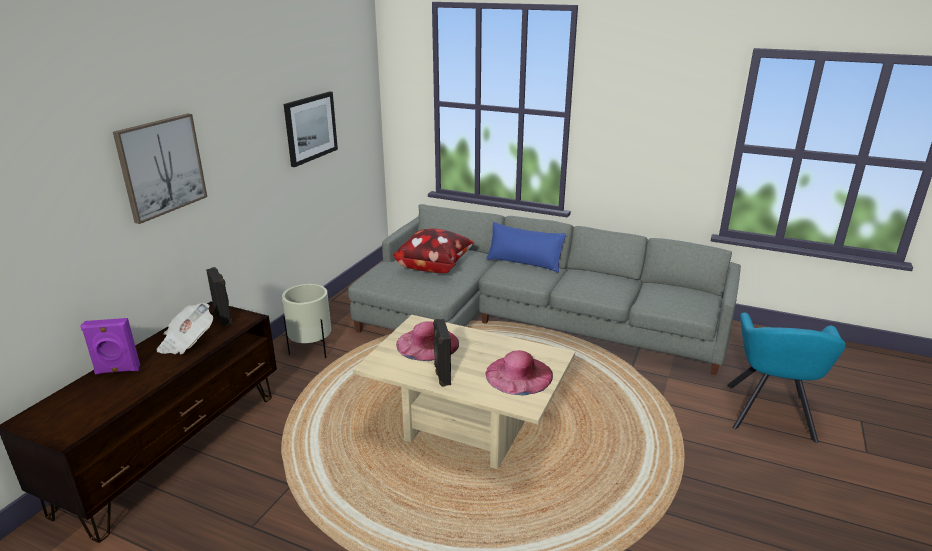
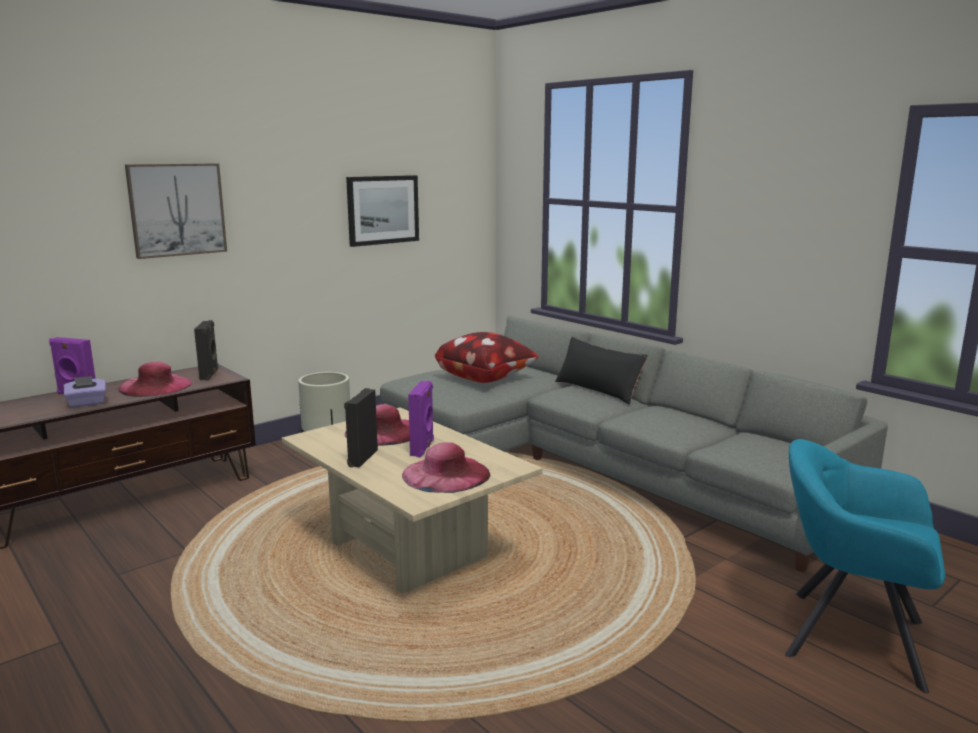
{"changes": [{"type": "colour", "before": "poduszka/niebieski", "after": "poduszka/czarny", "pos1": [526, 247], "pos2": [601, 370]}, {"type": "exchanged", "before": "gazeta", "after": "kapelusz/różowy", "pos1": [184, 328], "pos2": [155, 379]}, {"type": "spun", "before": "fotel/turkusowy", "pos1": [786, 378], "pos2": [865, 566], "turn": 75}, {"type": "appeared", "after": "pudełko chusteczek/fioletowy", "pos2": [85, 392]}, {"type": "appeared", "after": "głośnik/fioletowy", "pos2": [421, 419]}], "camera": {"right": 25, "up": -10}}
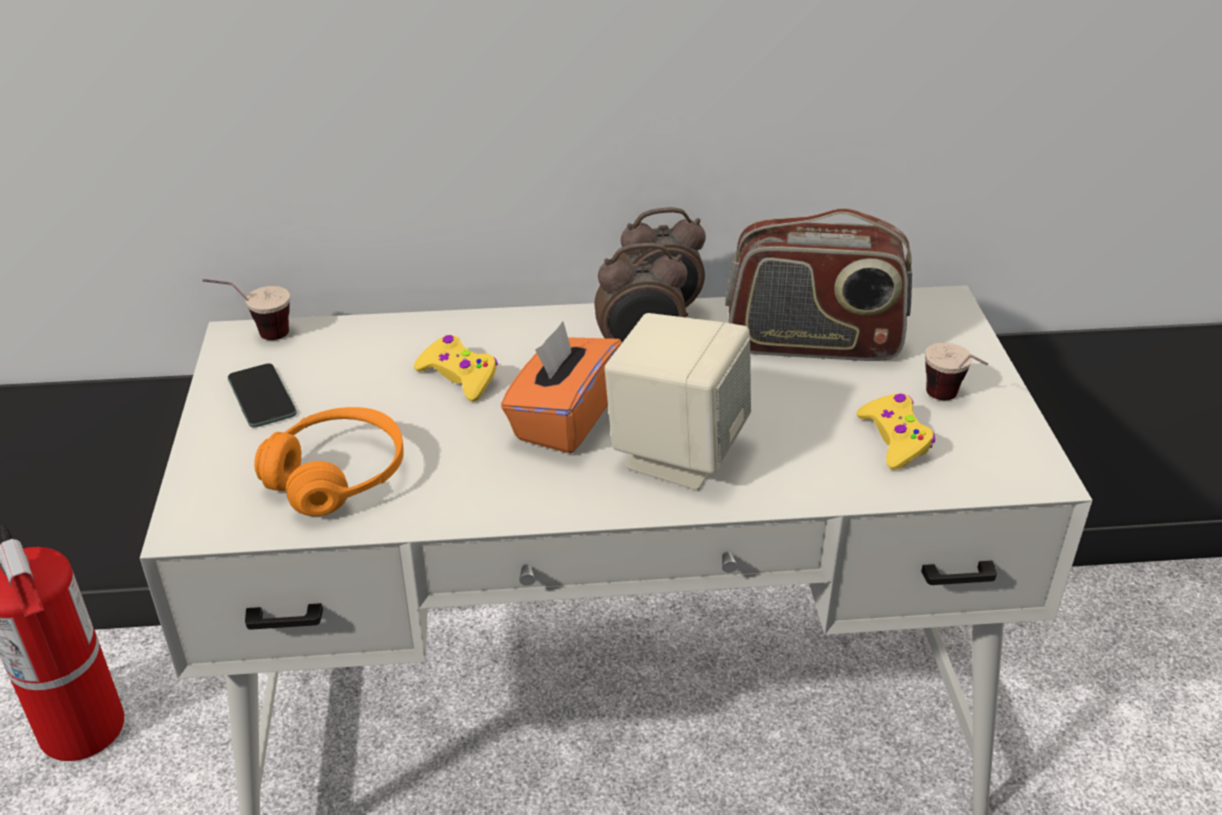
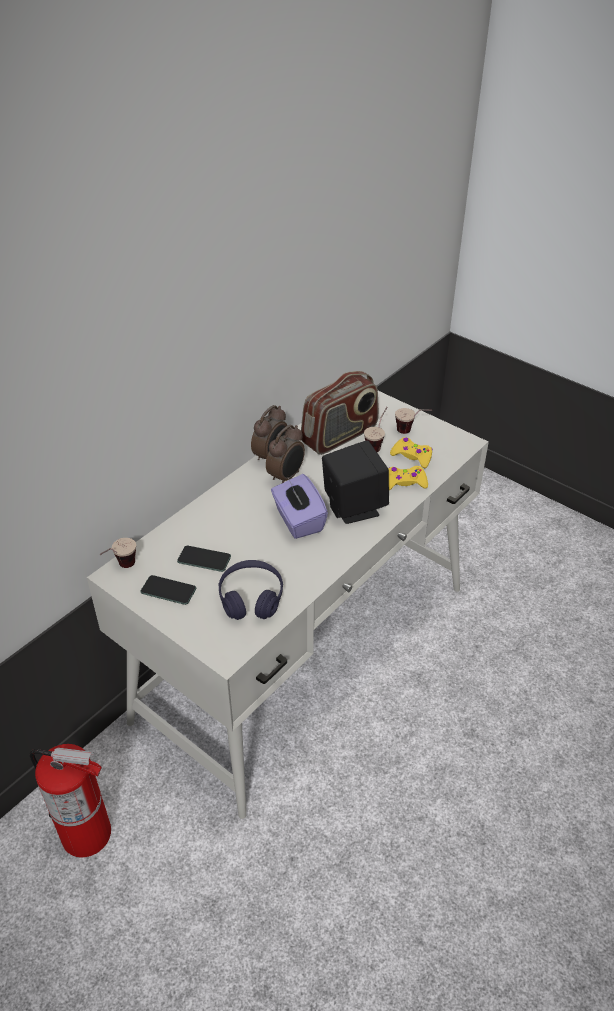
{"changes": [{"type": "colour", "before": "głośnik/beżowy", "after": "głośnik/czarny", "pos1": [677, 401], "pos2": [355, 482]}, {"type": "colour", "before": "pudełko chusteczek/pomarańczowy", "after": "pudełko chusteczek/fioletowy", "pos1": [561, 387], "pos2": [299, 506]}, {"type": "relocated", "before": "pad do gier/żółty", "pos1": [456, 368], "pos2": [408, 478]}, {"type": "colour", "before": "słuchawki/pomarańczowy", "after": "słuchawki/fioletowy", "pos1": [329, 461], "pos2": [251, 590]}, {"type": "appeared", "after": "filiżanka", "pos2": [376, 429]}, {"type": "appeared", "after": "telefon", "pos2": [204, 559]}], "camera": {"right": -45, "up": 5}}
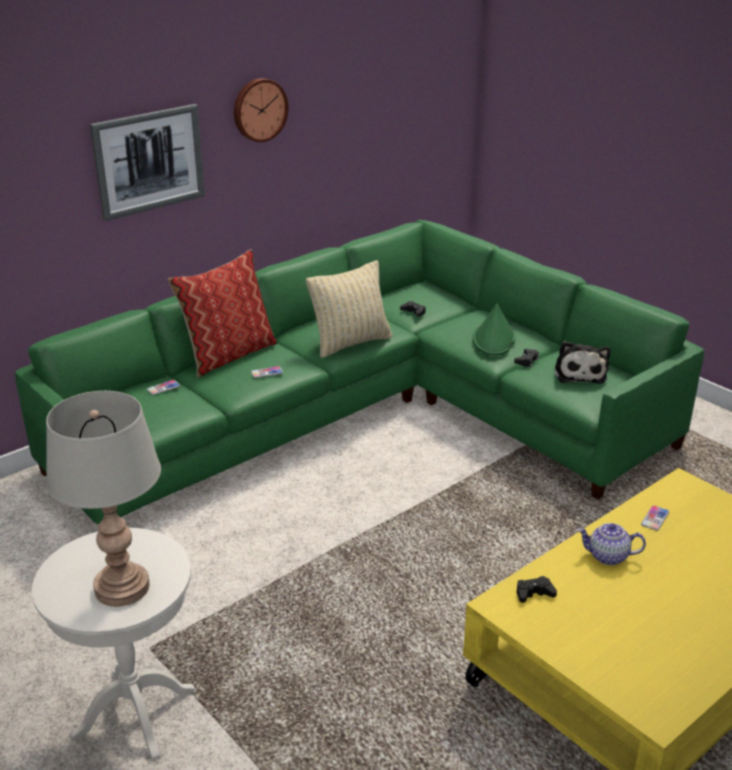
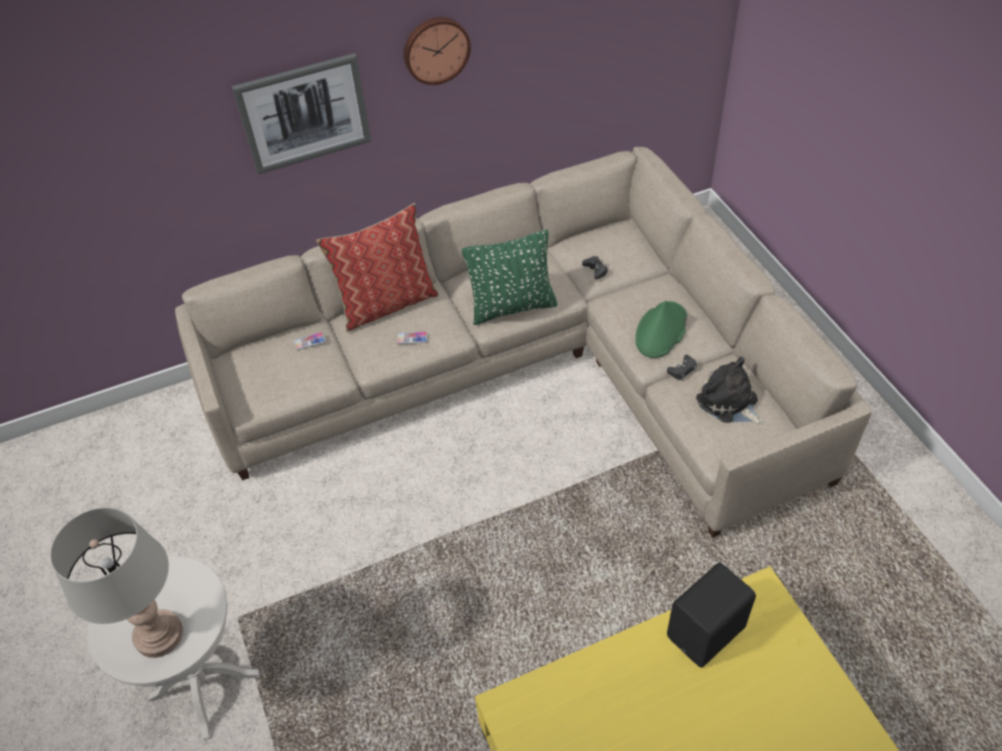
{"changes": [{"type": "colour", "before": "kanapa/zielony", "after": "kanapa/beżowy", "pos1": [359, 372], "pos2": [523, 342]}, {"type": "colour", "before": "poduszka/beżowy", "after": "poduszka/zielony", "pos1": [349, 309], "pos2": [509, 277]}, {"type": "spun", "before": "pluszak", "pos1": [582, 362], "pos2": [730, 391], "turn": 120}, {"type": "exchanged", "before": "telefon", "after": "głośnik/czarny", "pos1": [655, 518], "pos2": [711, 614]}, {"type": "missing", "before": "imbryk", "pos1": [611, 544]}, {"type": "missing", "before": "pad do gier/czarny", "pos1": [537, 589]}], "camera": {"right": 20, "up": 20}}
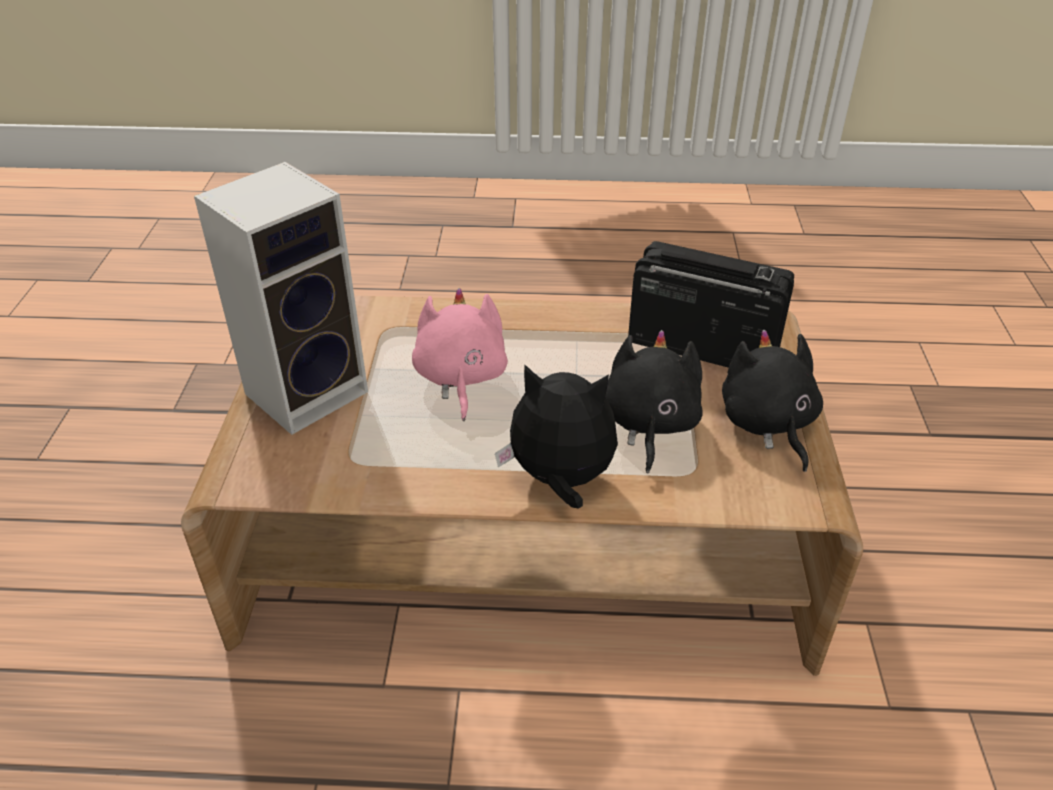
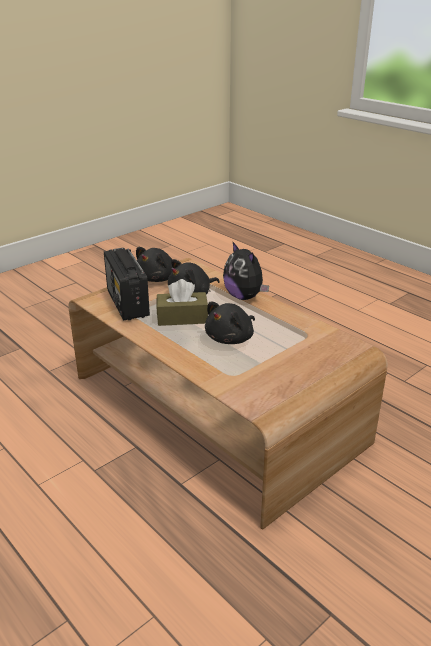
{"changes": [{"type": "missing", "before": "głośnik", "pos1": [281, 298]}, {"type": "colour", "before": "pluszak/różowy", "after": "pluszak/czarny", "pos1": [460, 354], "pos2": [230, 323]}, {"type": "appeared", "after": "pudełko chusteczek/brązowy", "pos2": [182, 302]}], "camera": {"right": -135, "up": -10}}
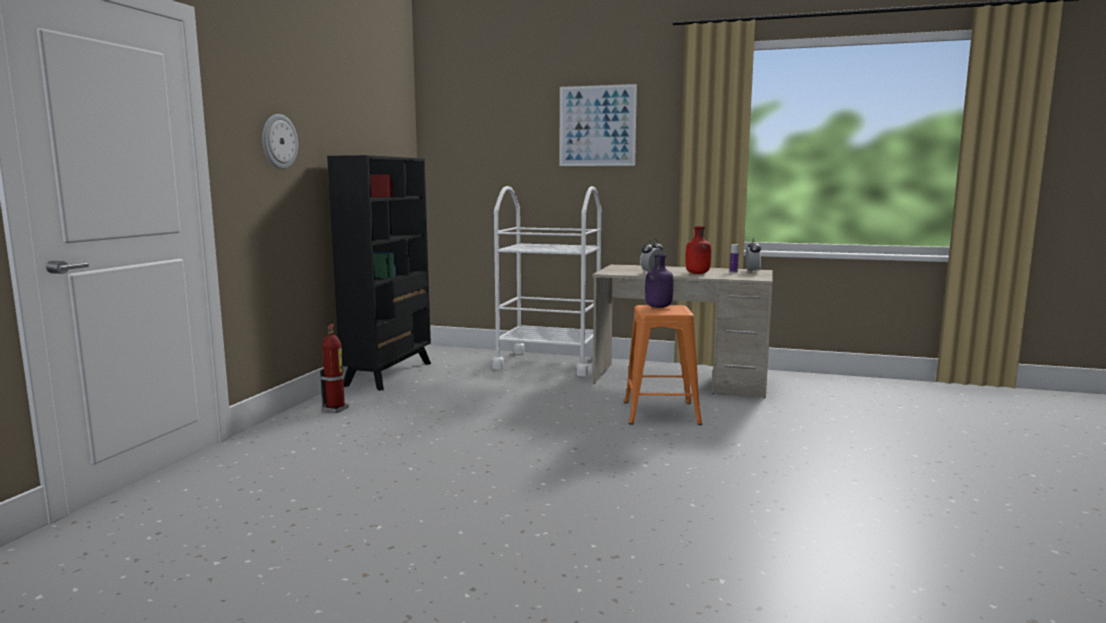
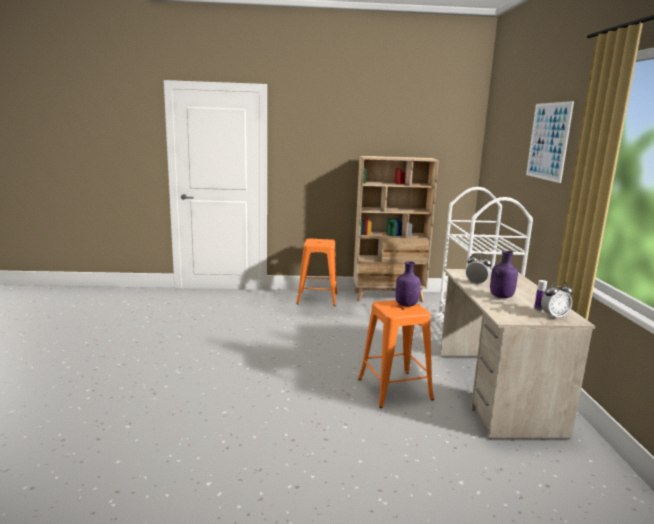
{"changes": [{"type": "missing", "before": "zegar ścienny", "pos1": [280, 141]}, {"type": "colour", "before": "regał/czarny", "after": "regał/beżowy", "pos1": [379, 273], "pos2": [396, 229]}, {"type": "colour", "before": "butelka/czerwony", "after": "butelka/fioletowy", "pos1": [698, 250], "pos2": [504, 274]}, {"type": "exchanged", "before": "gaśnica", "after": "stołek/pomarańczowy", "pos1": [334, 368], "pos2": [317, 272]}], "camera": {"right": 70, "up": 5}}
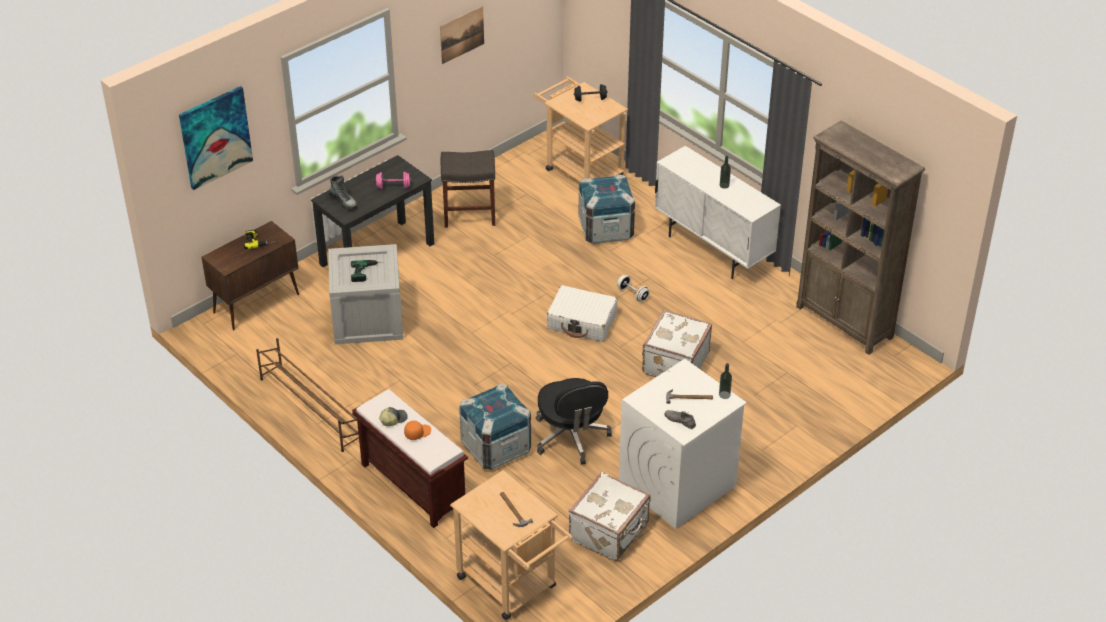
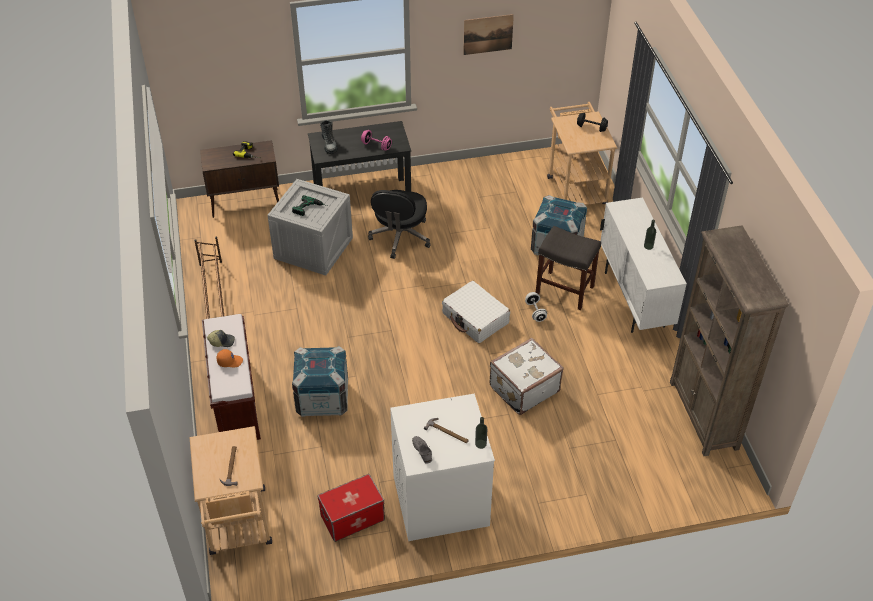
{"changes": [{"type": "missing", "before": "obraz", "pos1": [216, 138]}, {"type": "relocated", "before": "stołek/szary", "pos1": [468, 188], "pos2": [568, 268]}, {"type": "relocated", "before": "krzesło biurowe/czarny", "pos1": [574, 421], "pos2": [399, 224]}, {"type": "exchanged", "before": "walizka/biały", "after": "pojemnik do przechowywania", "pos1": [610, 516], "pos2": [351, 508]}], "camera": {"right": 30, "up": 5}}
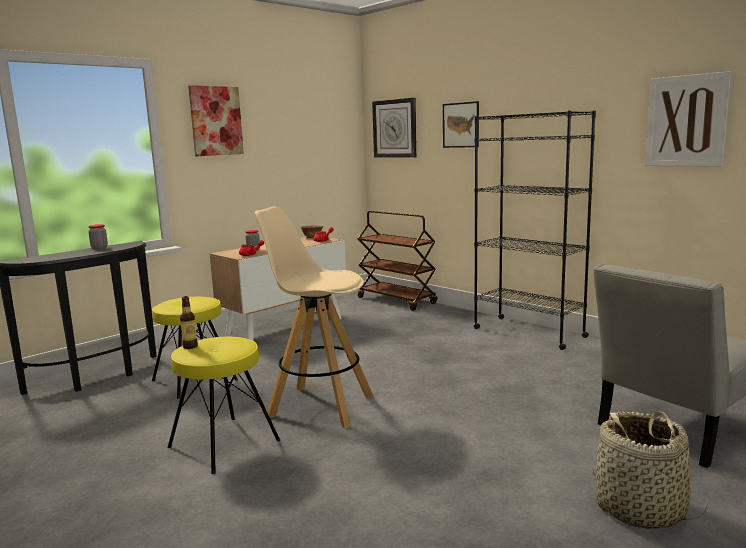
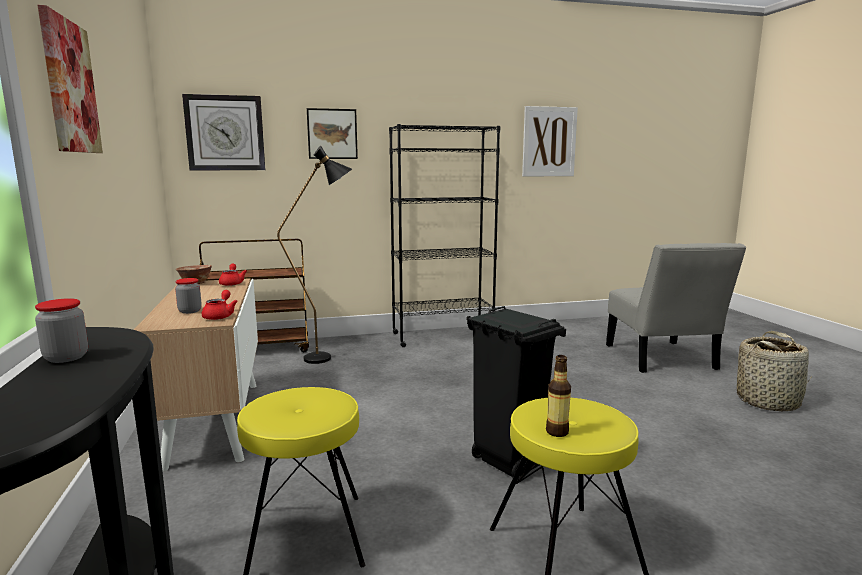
{"changes": [{"type": "exchanged", "before": "stołek/beżowy", "after": "kosz na śmieci/czarny", "pos1": [314, 317], "pos2": [516, 393]}, {"type": "appeared", "after": "lampa stojąca/czarny", "pos2": [314, 255]}], "camera": {"right": -60, "up": 0}}
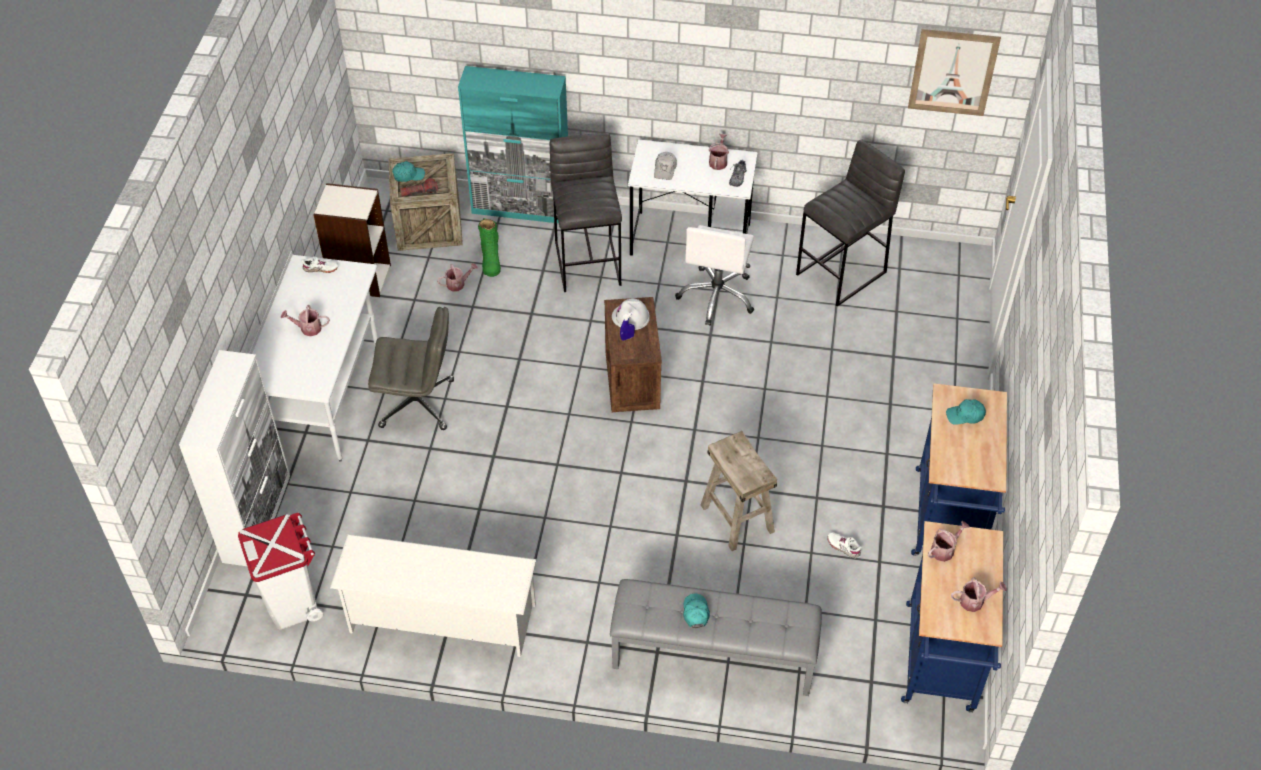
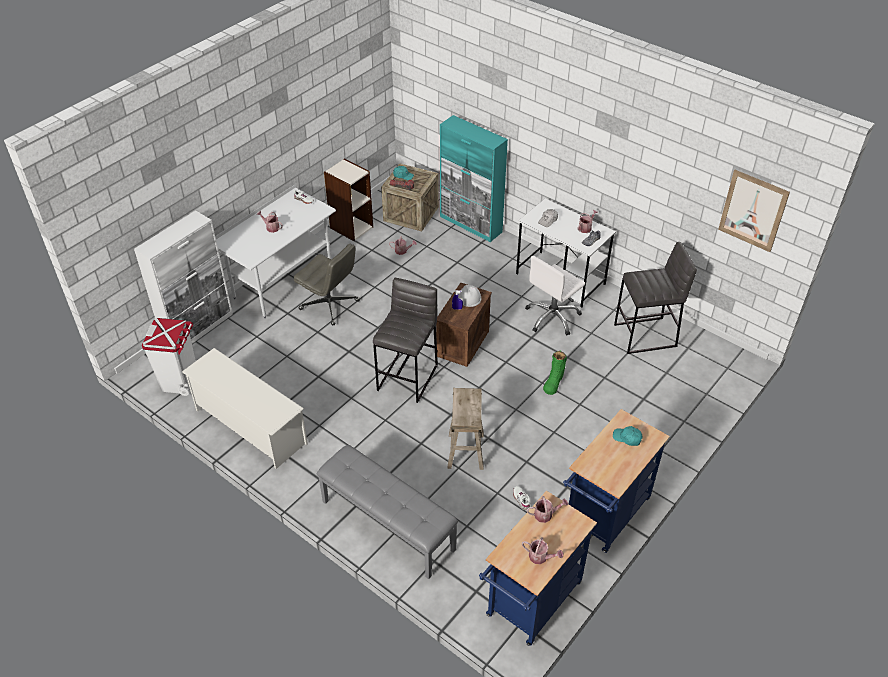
{"changes": [{"type": "relocated", "before": "stołek/szary", "pos1": [586, 212], "pos2": [405, 340]}, {"type": "relocated", "before": "but z cholewką/zielony", "pos1": [489, 247], "pos2": [555, 372]}, {"type": "missing", "before": "czapka z daszkiem/turkusowy", "pos1": [696, 611]}], "camera": {"right": 30, "up": -5}}
